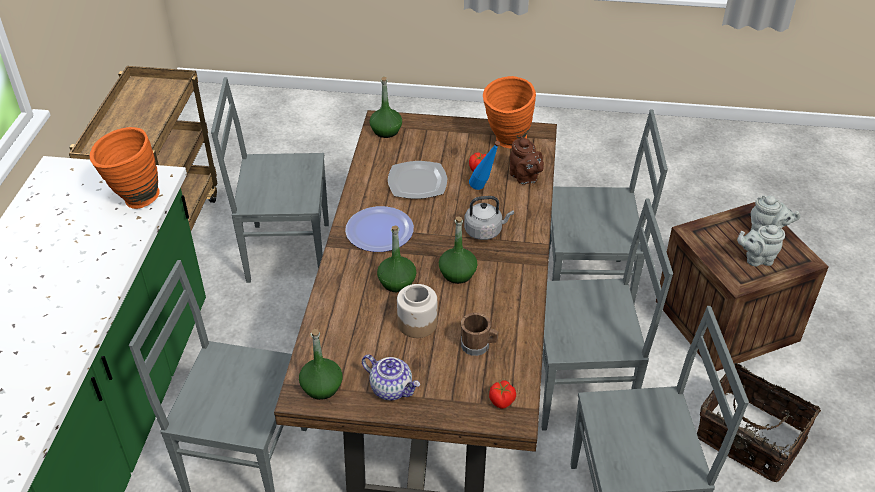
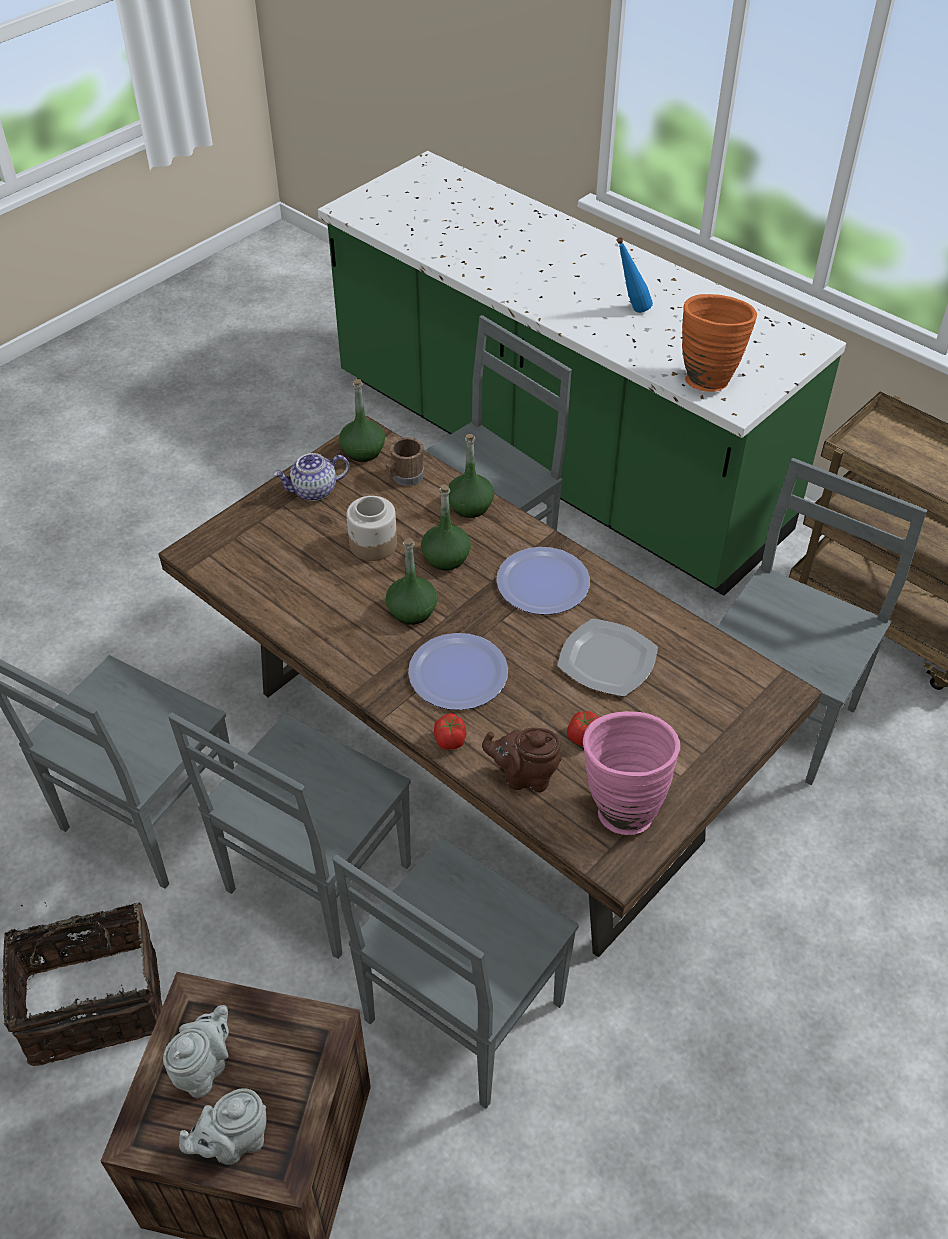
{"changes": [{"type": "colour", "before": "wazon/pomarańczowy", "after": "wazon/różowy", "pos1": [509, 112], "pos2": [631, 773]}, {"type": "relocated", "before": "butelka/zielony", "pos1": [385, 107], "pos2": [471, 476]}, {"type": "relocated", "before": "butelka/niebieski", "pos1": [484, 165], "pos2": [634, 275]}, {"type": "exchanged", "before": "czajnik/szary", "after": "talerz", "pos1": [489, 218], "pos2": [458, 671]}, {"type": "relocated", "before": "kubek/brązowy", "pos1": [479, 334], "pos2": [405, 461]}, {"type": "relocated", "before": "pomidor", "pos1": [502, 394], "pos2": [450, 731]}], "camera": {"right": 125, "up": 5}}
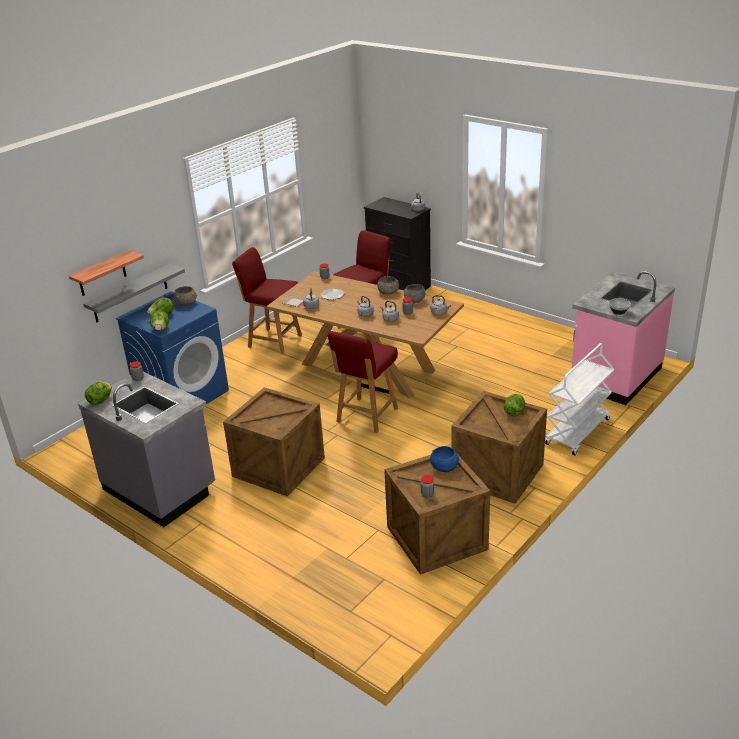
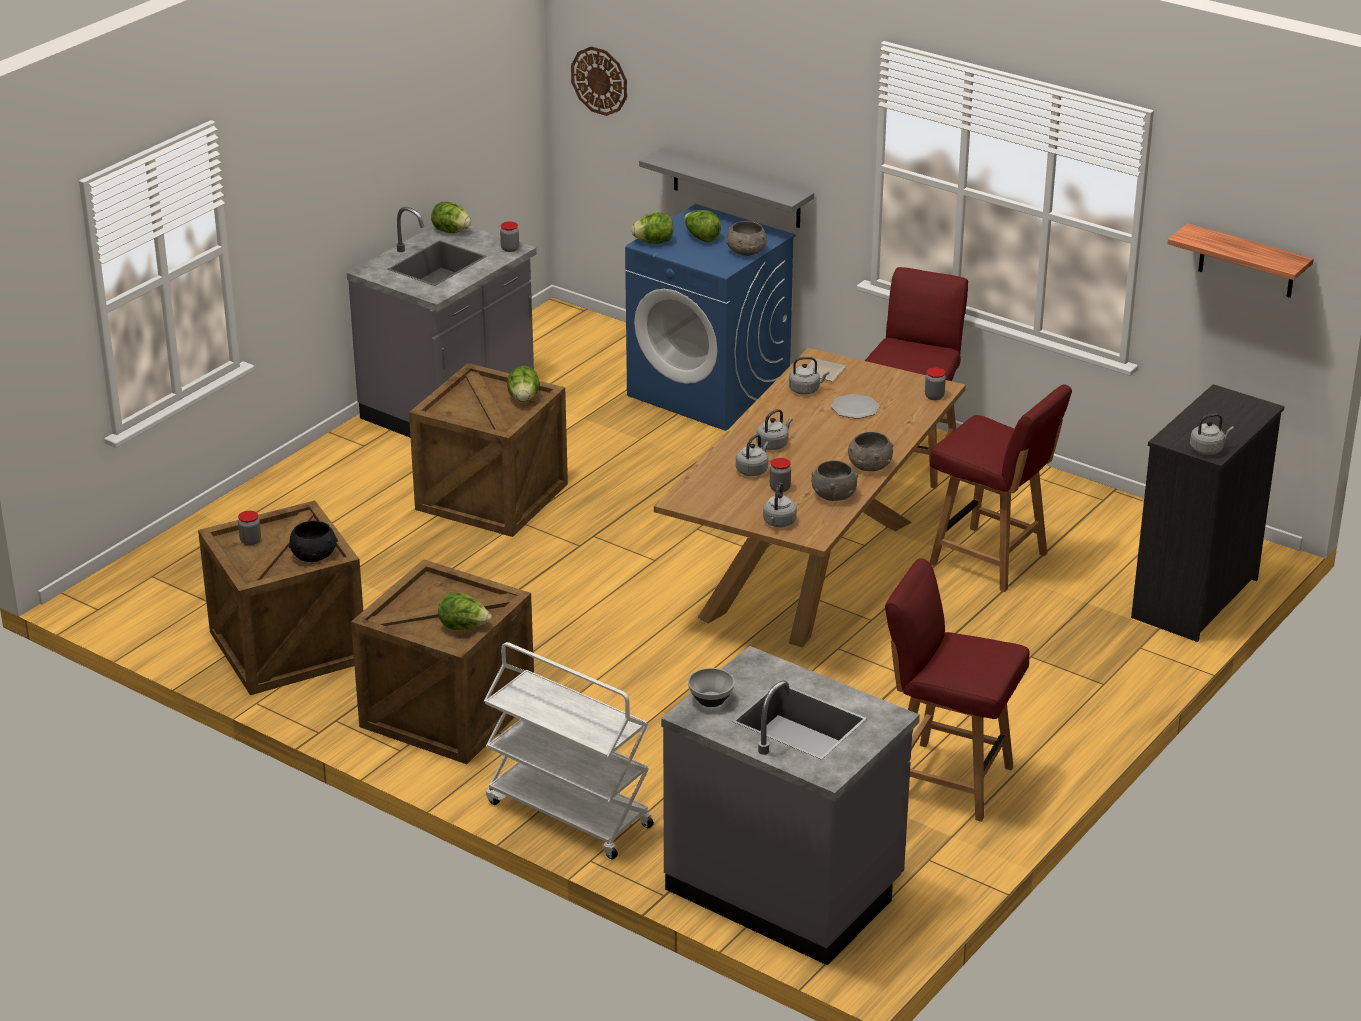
{"changes": [{"type": "relocated", "before": "półka", "pos1": [106, 273], "pos2": [1240, 261]}, {"type": "colour", "before": "zabudowa kuchenna/różowy", "after": "zabudowa kuchenna/szary", "pos1": [623, 338], "pos2": [790, 805]}, {"type": "relocated", "before": "krzesło/czerwony", "pos1": [362, 382], "pos2": [957, 690]}, {"type": "colour", "before": "miska/niebieski", "after": "miska/czarny", "pos1": [444, 459], "pos2": [313, 541]}, {"type": "appeared", "after": "zegar ścienny", "pos2": [599, 81]}, {"type": "appeared", "after": "sałata", "pos2": [523, 384]}], "camera": {"right": 85, "up": 0}}
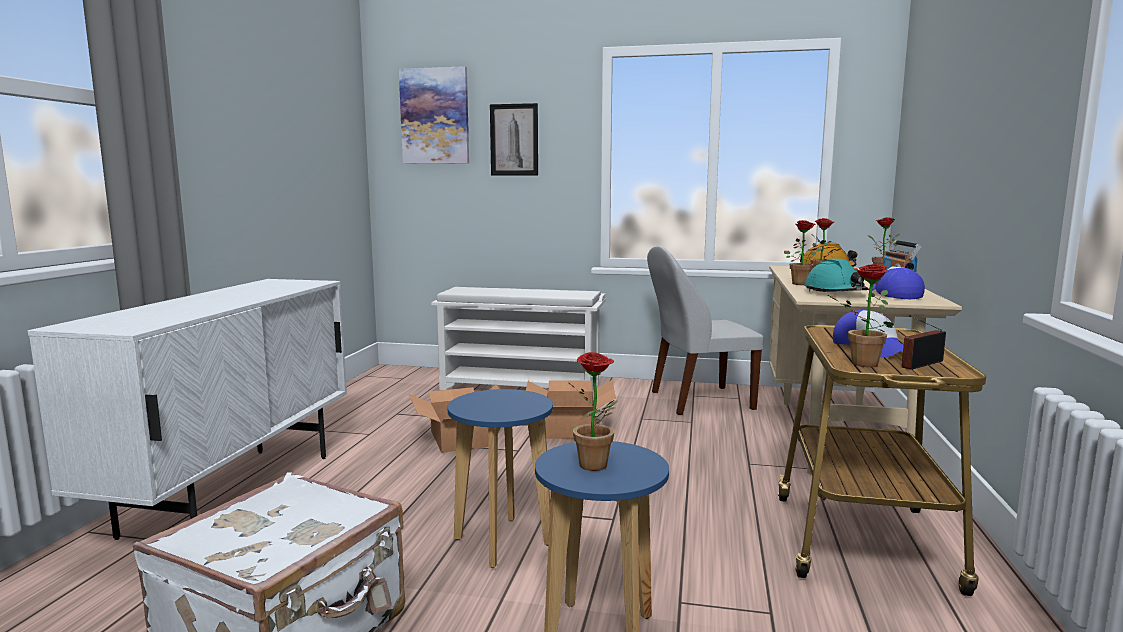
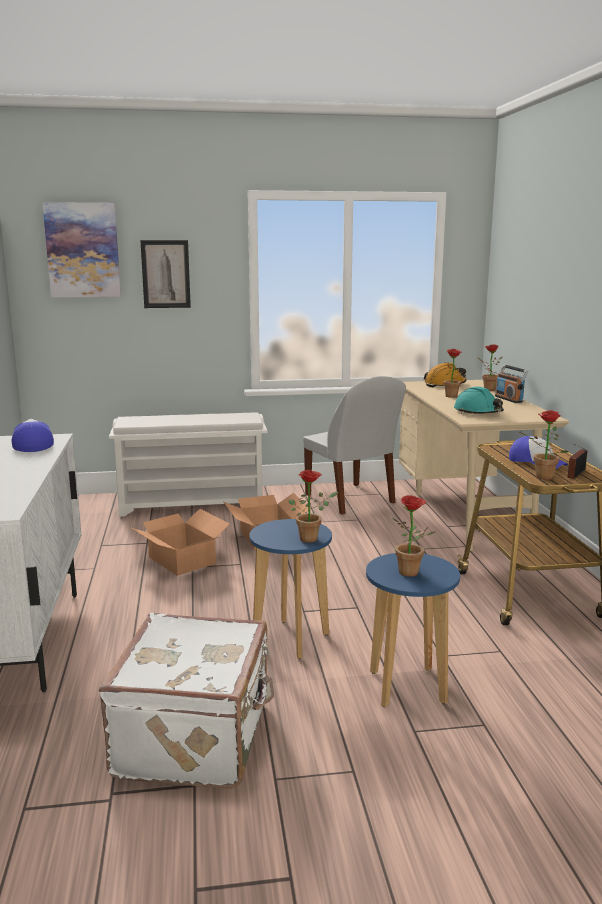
{"changes": [{"type": "relocated", "before": "roślina doniczkowa", "pos1": [807, 252], "pos2": [313, 506]}, {"type": "spun", "before": "krzesło/biały", "pos1": [705, 330], "pos2": [354, 445], "turn": -90}, {"type": "relocated", "before": "czapka z daszkiem", "pos1": [897, 282], "pos2": [33, 435]}], "camera": {"right": -20, "up": 5}}
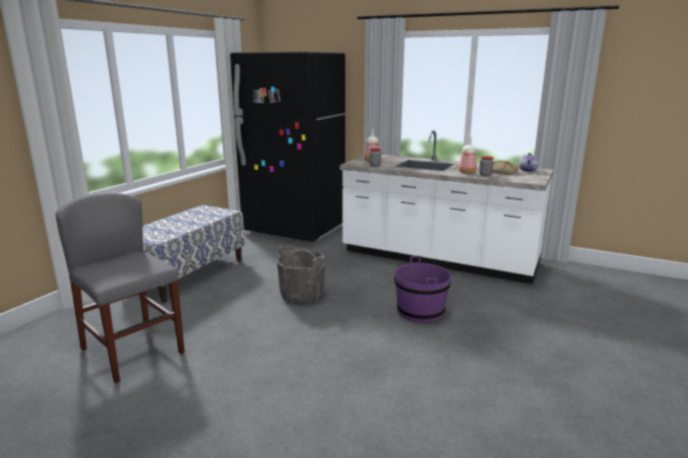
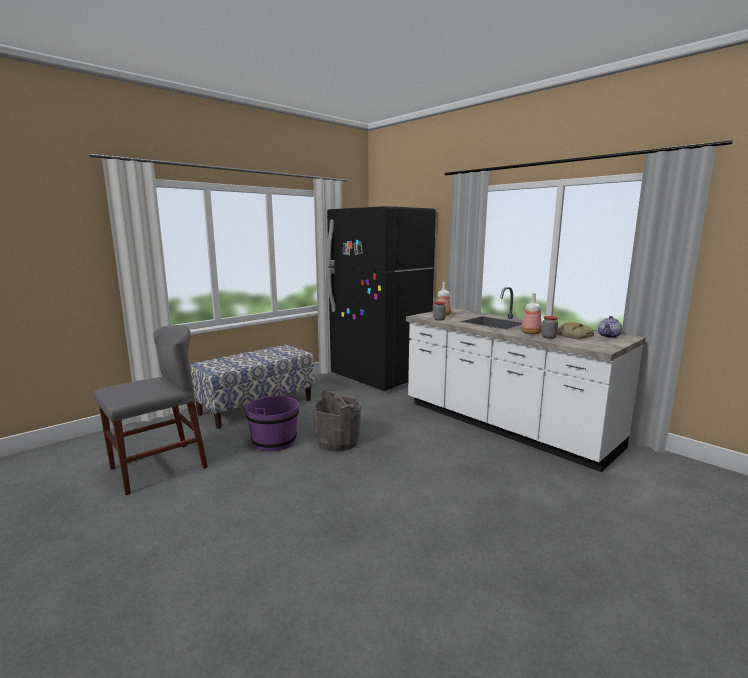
{"changes": [{"type": "spun", "before": "krzesło/szary", "pos1": [120, 288], "pos2": [151, 410], "turn": 75}, {"type": "relocated", "before": "wiadro/fioletowy", "pos1": [423, 289], "pos2": [272, 420]}], "camera": {"right": 20, "up": -5}}
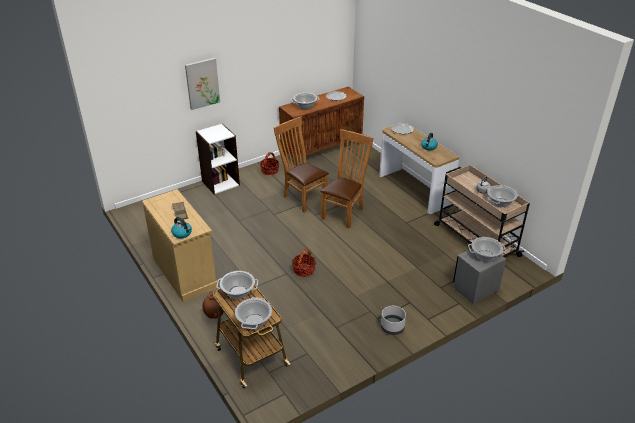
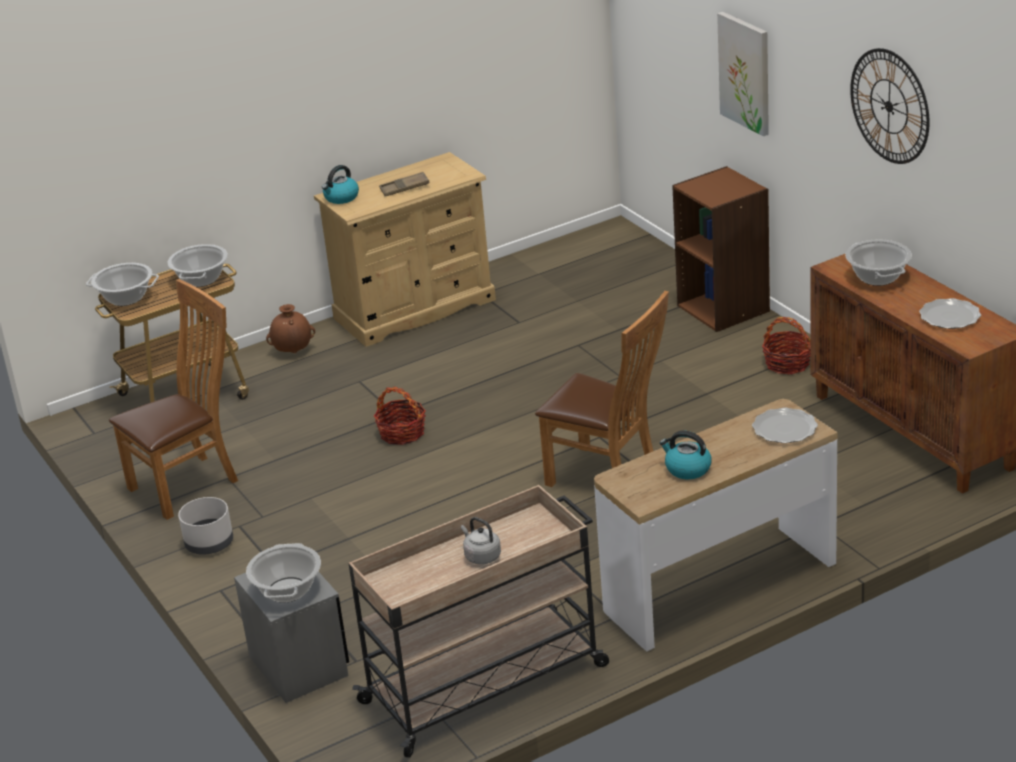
{"changes": [{"type": "relocated", "before": "krzesło/brązowy", "pos1": [301, 164], "pos2": [173, 399]}, {"type": "colour", "before": "regał/biały", "after": "regał/brązowy", "pos1": [218, 158], "pos2": [721, 249]}, {"type": "missing", "before": "garnek", "pos1": [502, 196]}, {"type": "appeared", "after": "zegar ścienny", "pos2": [889, 106]}], "camera": {"right": 95, "up": -5}}
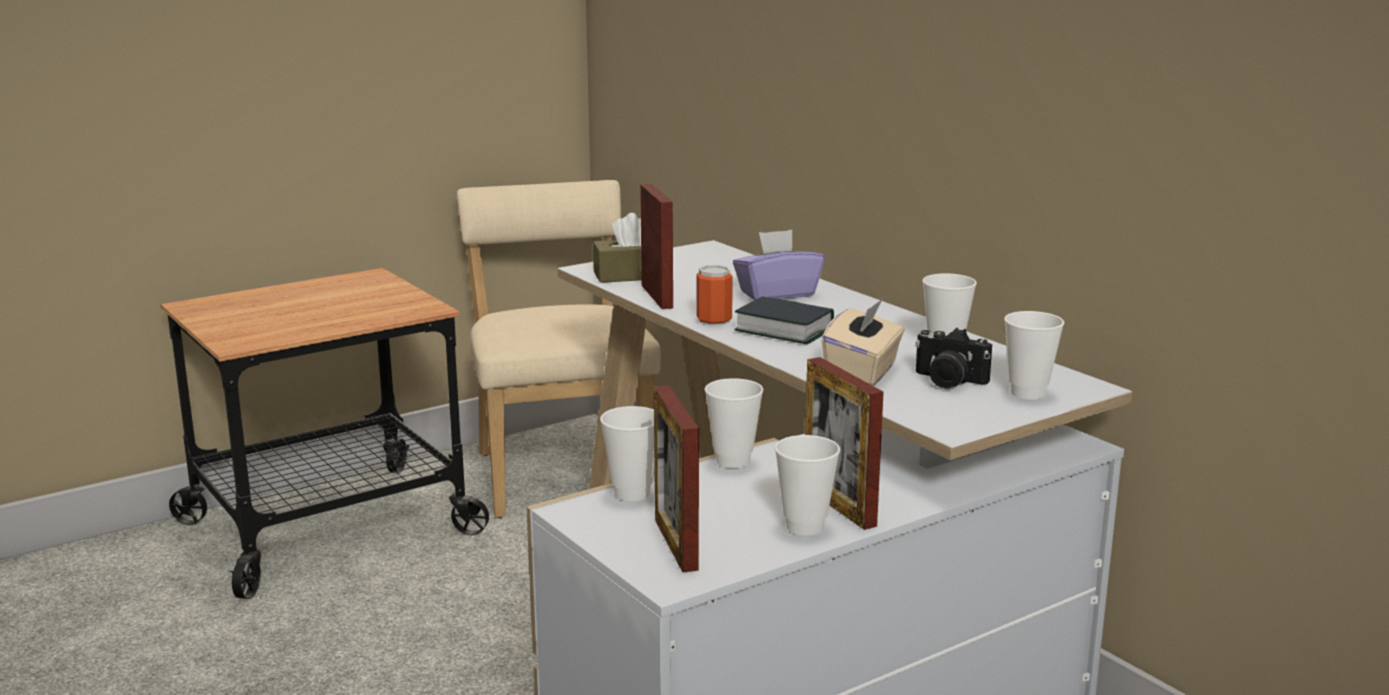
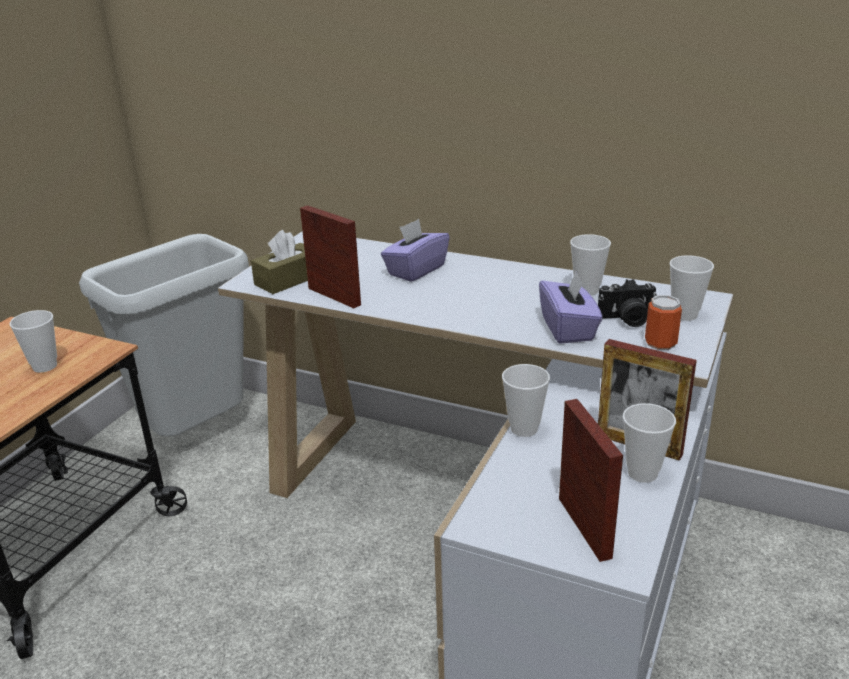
{"changes": [{"type": "exchanged", "before": "krzesło/beżowy", "after": "kosz na śmieci/szary", "pos1": [559, 349], "pos2": [164, 335]}, {"type": "relocated", "before": "puszka", "pos1": [714, 295], "pos2": [663, 322]}, {"type": "missing", "before": "książka", "pos1": [784, 320]}, {"type": "colour", "before": "pudełko chusteczek/beżowy", "after": "pudełko chusteczek/fioletowy", "pos1": [863, 342], "pos2": [571, 307]}, {"type": "spun", "before": "ramka na zdjęcie", "pos1": [676, 478], "pos2": [591, 480], "turn": -150}, {"type": "relocated", "before": "filiżanka", "pos1": [627, 453], "pos2": [33, 341]}], "camera": {"right": -30, "up": 10}}
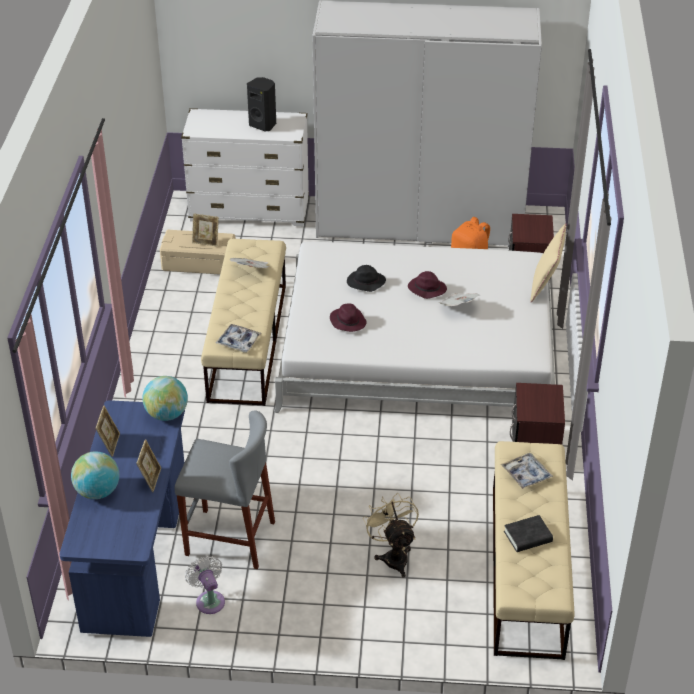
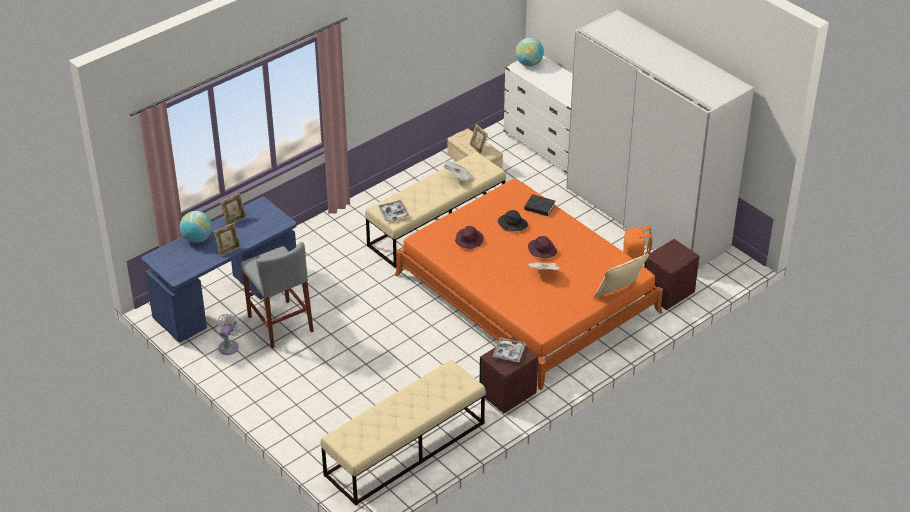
{"changes": [{"type": "missing", "before": "głośnik/czarny", "pos1": [261, 104]}, {"type": "colour", "before": "łóżko/biały", "after": "łóżko/pomarańczowy", "pos1": [414, 327], "pos2": [529, 284]}, {"type": "relocated", "before": "globus", "pos1": [165, 398], "pos2": [529, 52]}, {"type": "relocated", "before": "taca", "pos1": [527, 471], "pos2": [509, 350]}, {"type": "missing", "before": "wentylator/beżowy", "pos1": [391, 535]}, {"type": "relocated", "before": "książka/czarny", "pos1": [528, 533], "pos2": [539, 205]}], "camera": {"right": 45, "up": 0}}
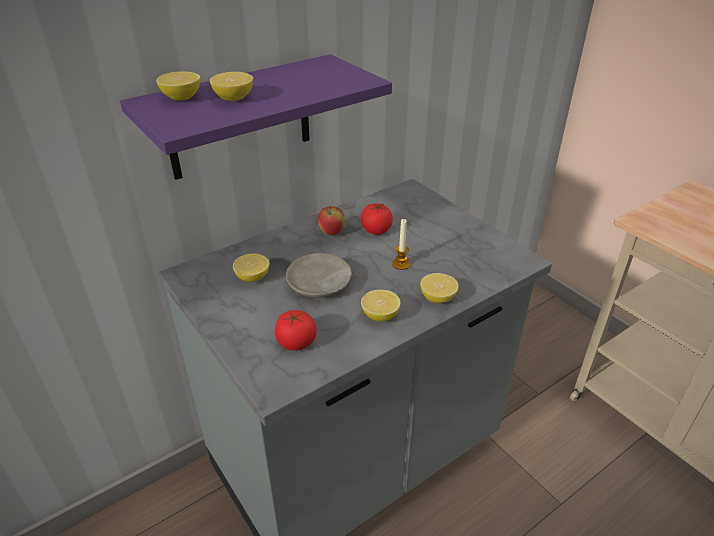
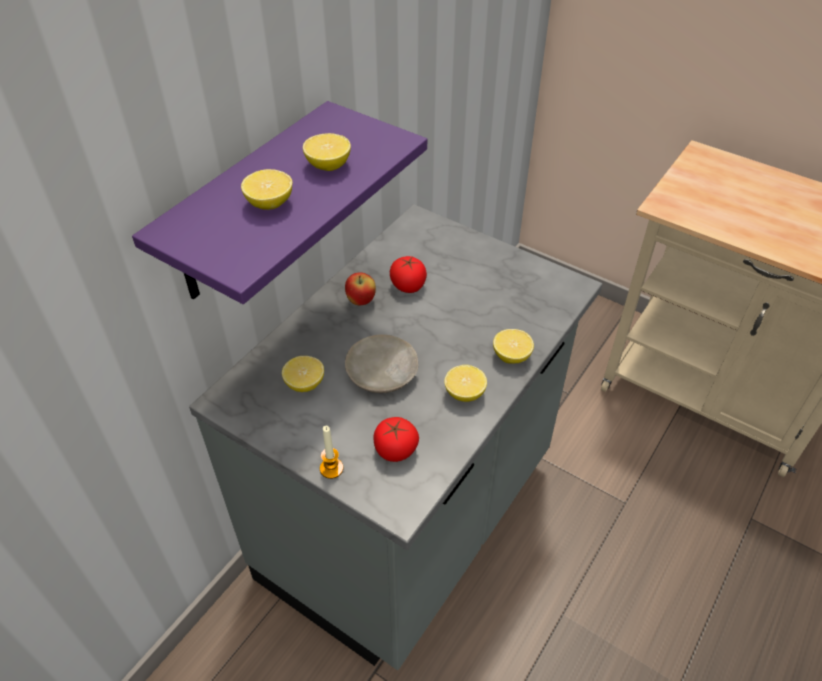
{"changes": [{"type": "relocated", "before": "cytryna", "pos1": [178, 86], "pos2": [327, 152]}, {"type": "relocated", "before": "świeca", "pos1": [401, 244], "pos2": [331, 452]}], "camera": {"right": -20, "up": 10}}
